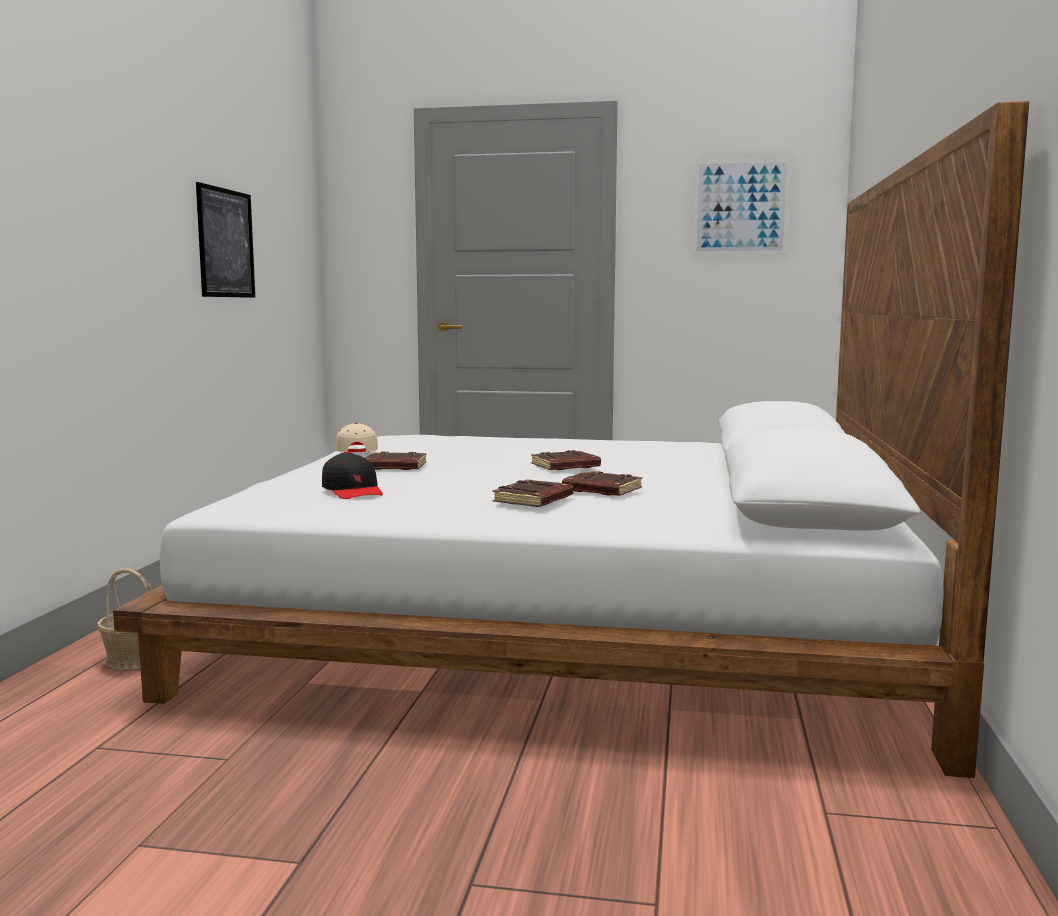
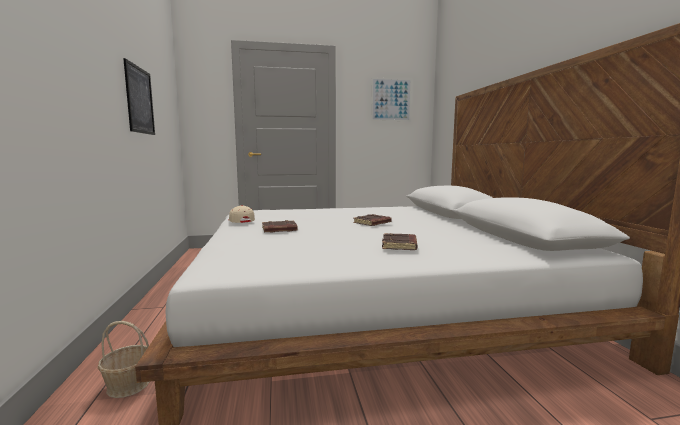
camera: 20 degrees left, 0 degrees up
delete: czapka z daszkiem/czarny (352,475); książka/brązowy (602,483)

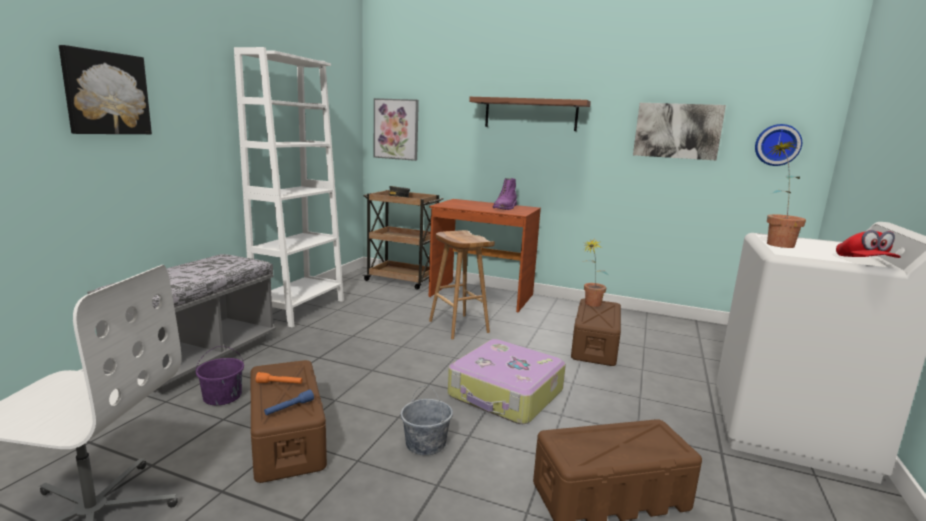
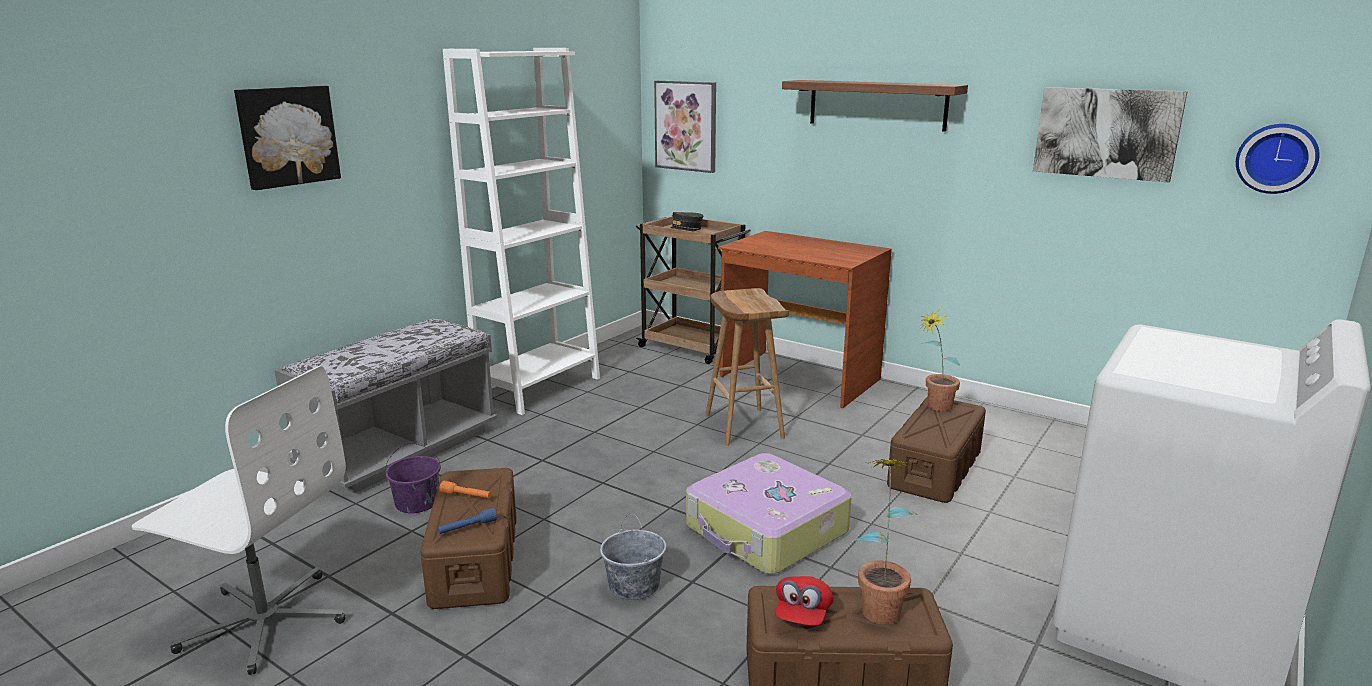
camera: 15 degrees right, 5 degrees up
delete: but z cholewką/fioletowy (505,194)
move: roślina doniczkowa (786,194) to (886,542); czapka z daszkiem/czerwony (868,244) to (804,601)

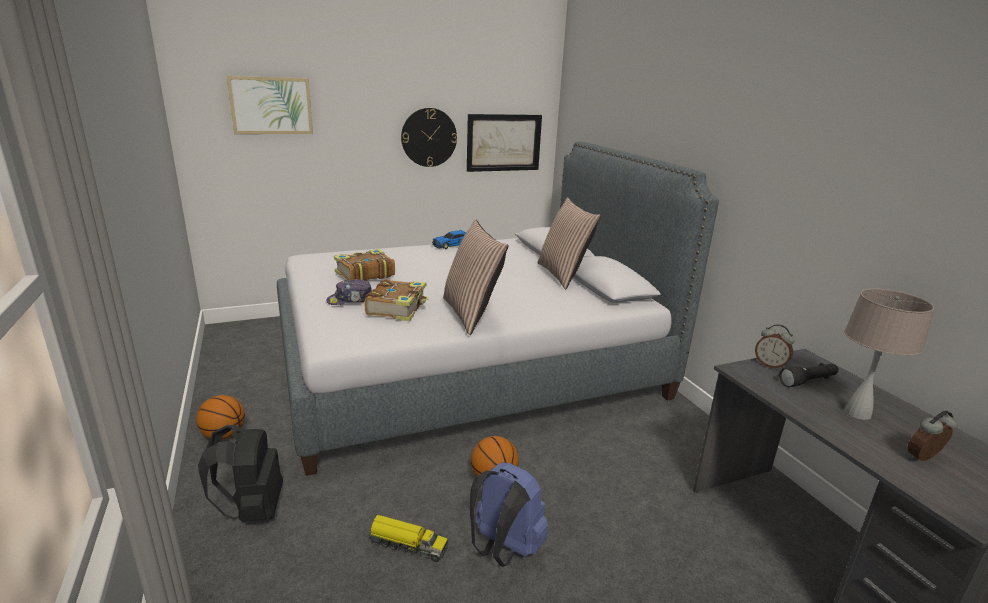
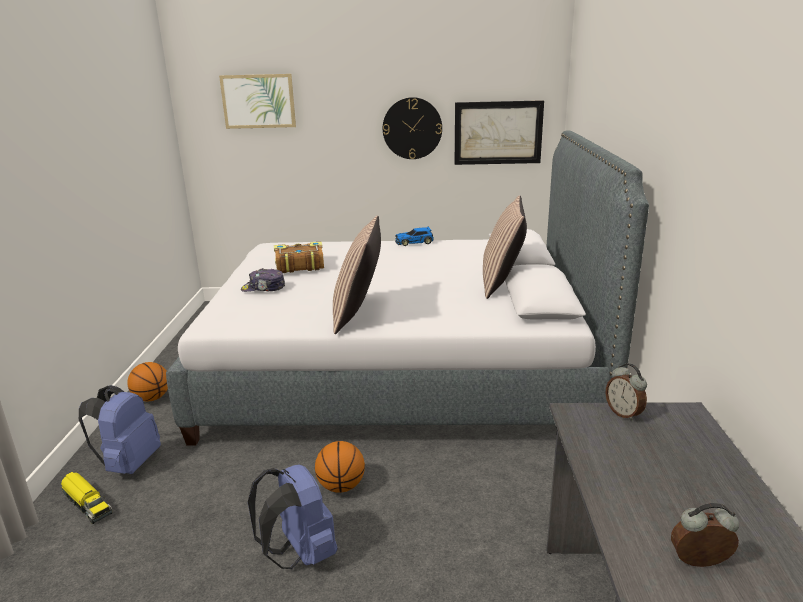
camera: 25 degrees right, 0 degrees up
delete: książka (396,300); lampa stołowa/beżowy (889,354); latarka/czarny (809,375)
move: ciężarówka zabawkowa (408,538) to (87,498)
recolor: plecak/czarny (240,473) to plecak/niebieski (120,429)

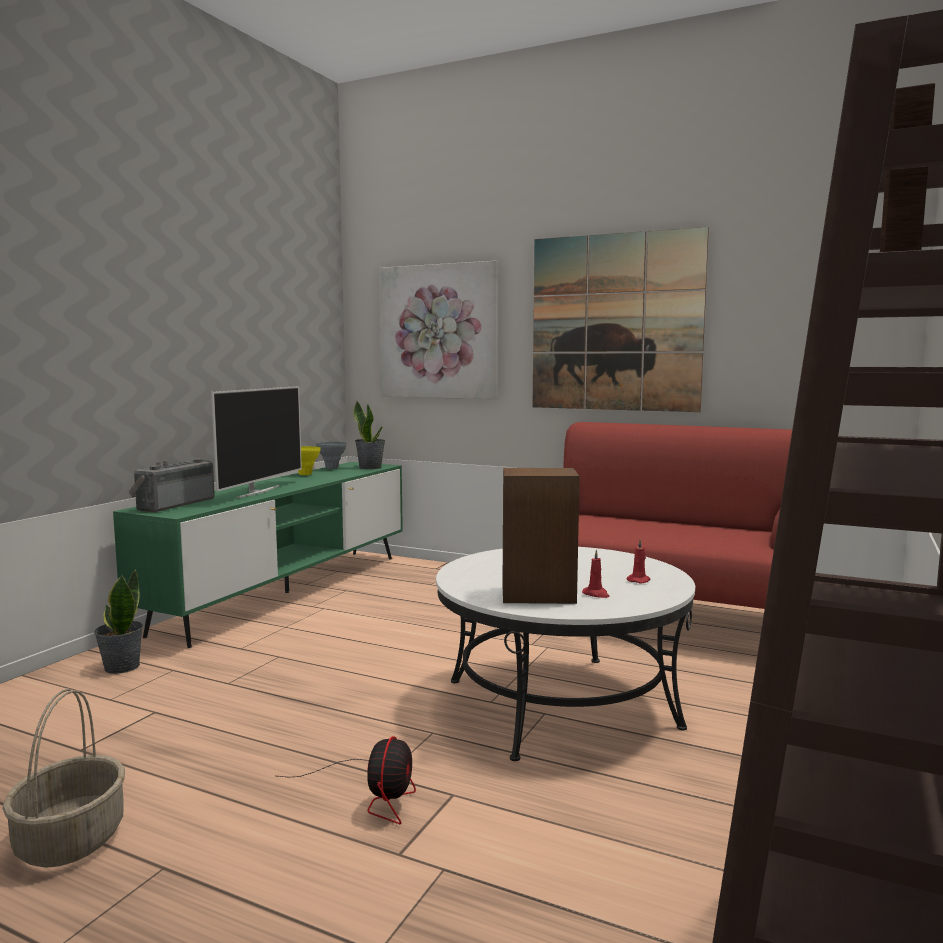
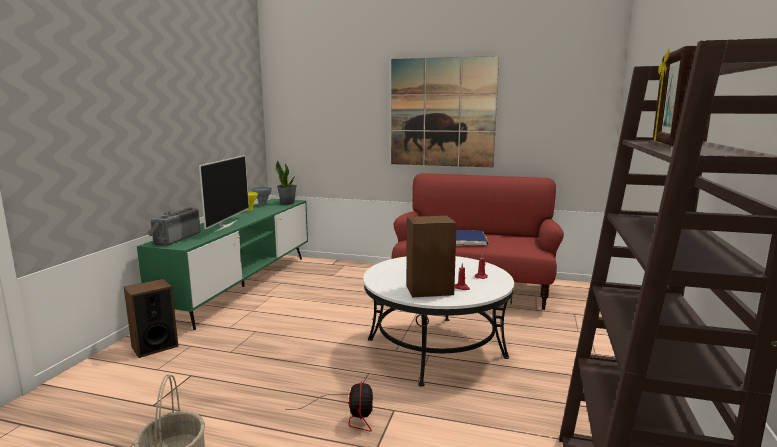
camera: 10 degrees left, 5 degrees up
delete: obraz (439,330)
insert: książka/niebieski (472,238)
replace: roślina doniczkowa (119,621) to głośnik (151,318)

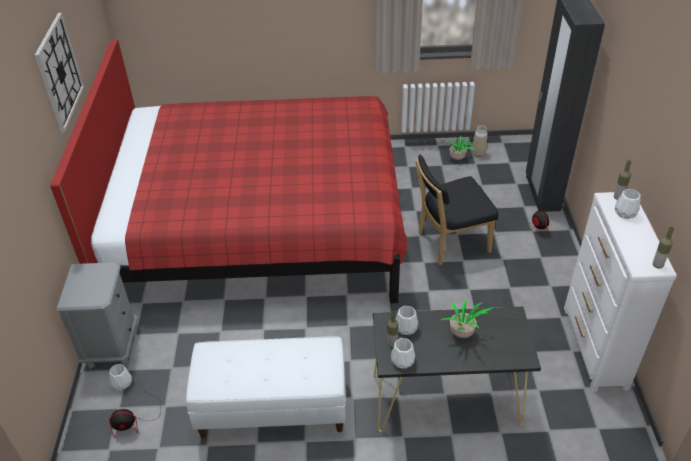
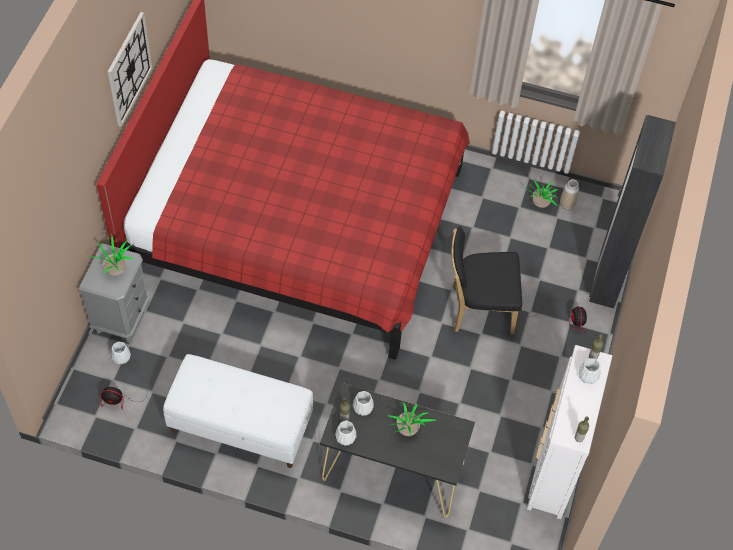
camera: 15 degrees right, 15 degrees up
insert: roślina doniczkowa (110,255)

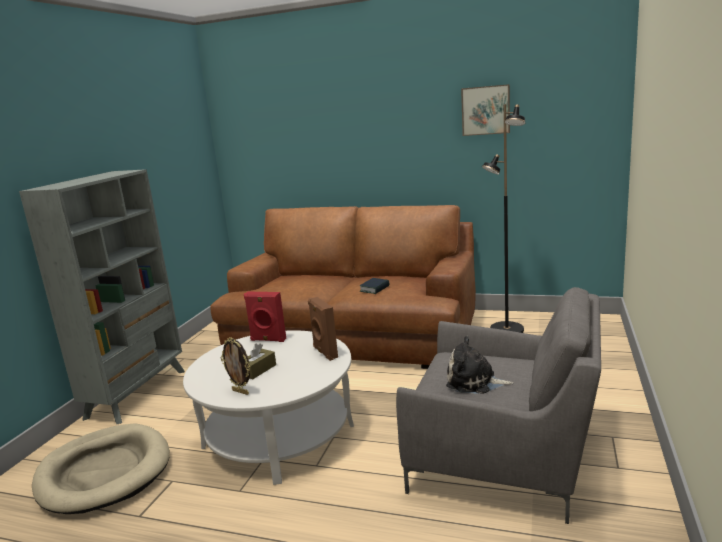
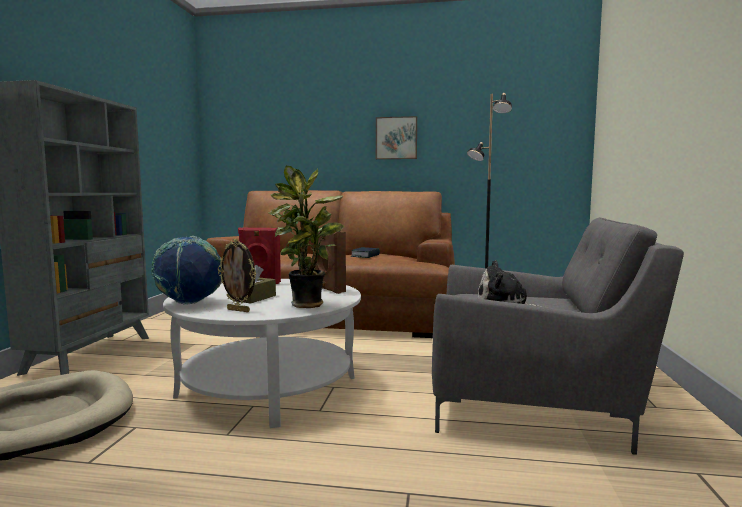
camera: 10 degrees left, 10 degrees down
insert: roślina doniczkowa (305,237); globus (186,270)
move: obraz (485,110) to (396,137)

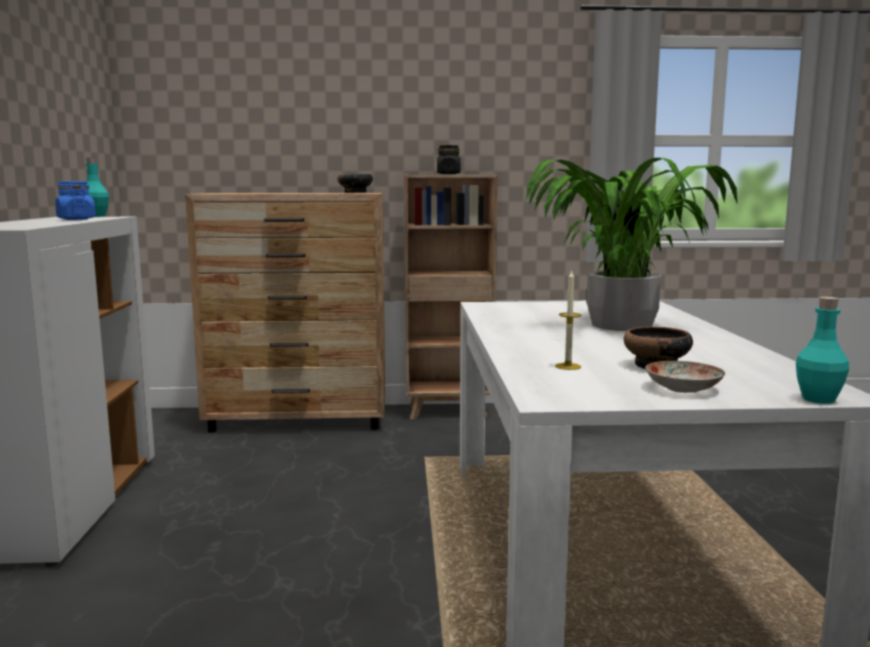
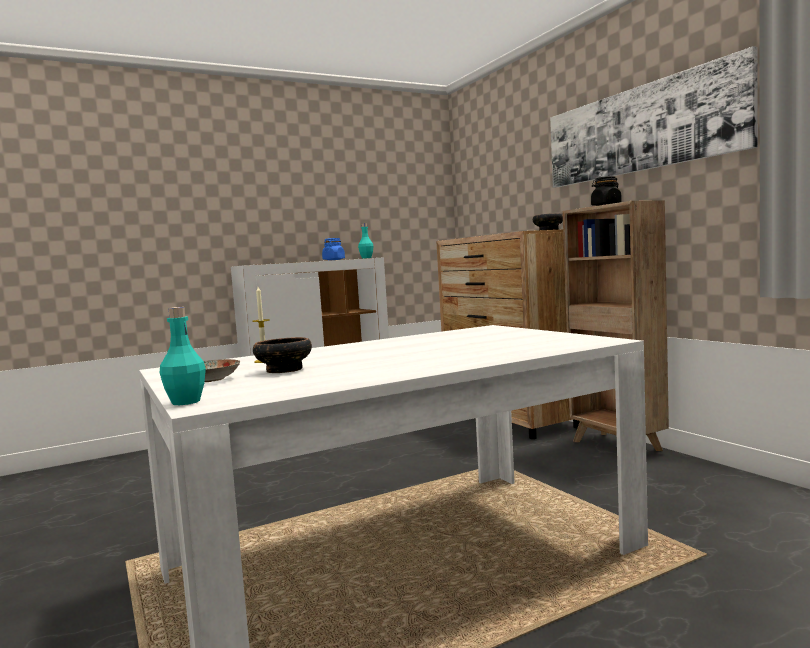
camera: 65 degrees right, 5 degrees down
delete: roślina doniczkowa (631,244)
insert: obraz (654,117)

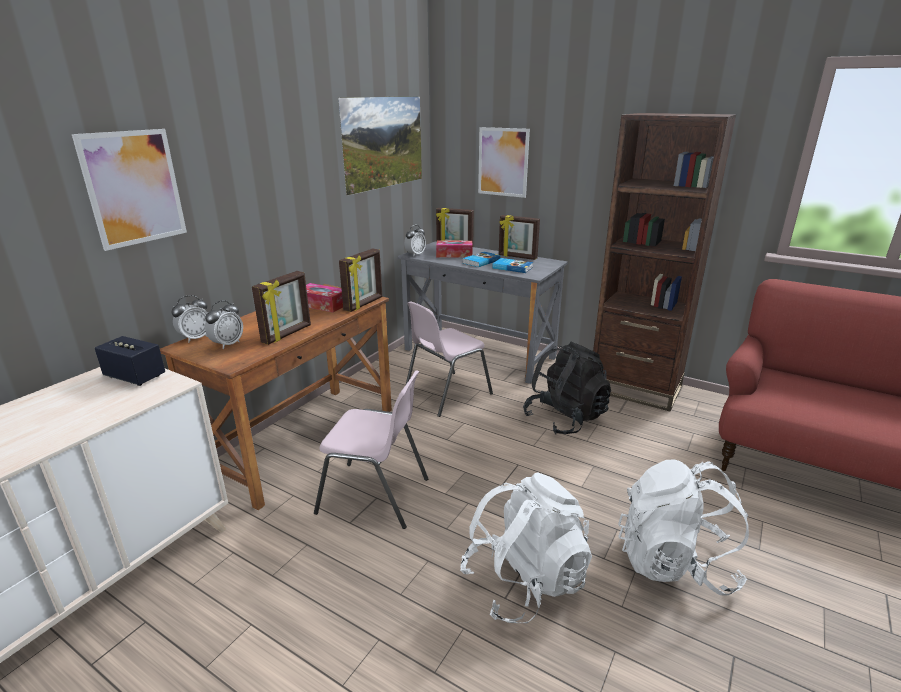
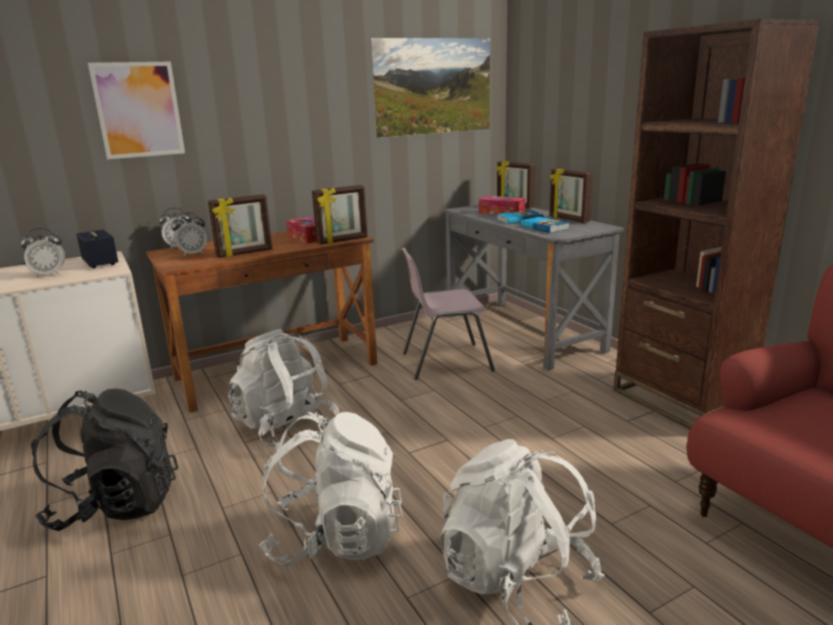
camera: 30 degrees right, 5 degrees down
delete: obraz (504,162)
move: budzik (415,240) to (43,252); plecak/czarny (567,388) to (105,459)
replace: krzesło/różowy (371,449) to plecak/biały (283,388)

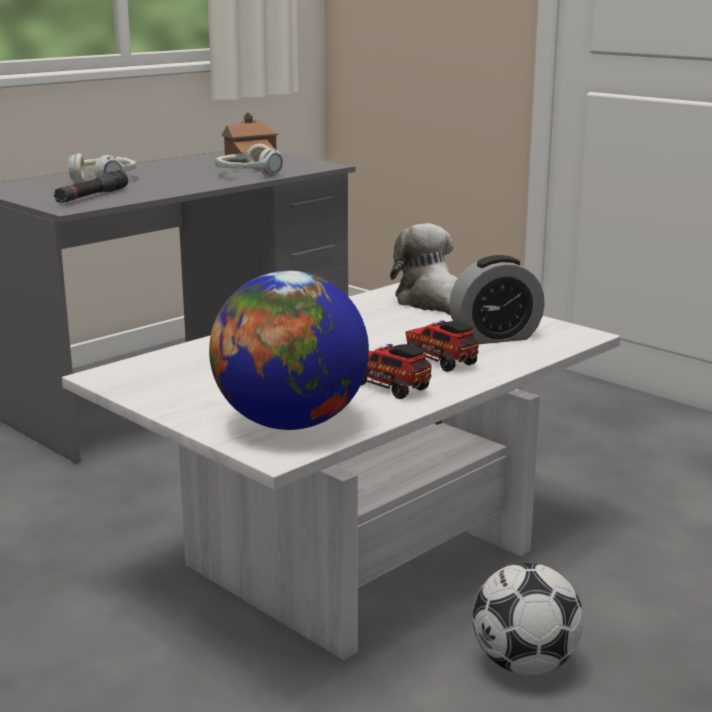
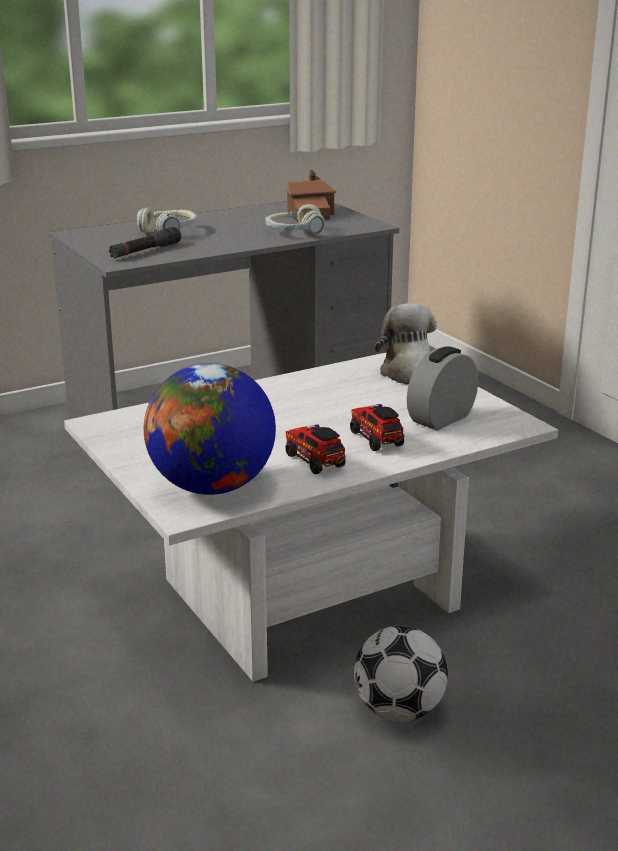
camera: 15 degrees right, 5 degrees up
rotate: budzik (497,299) = (442,388) 135 degrees clockwise

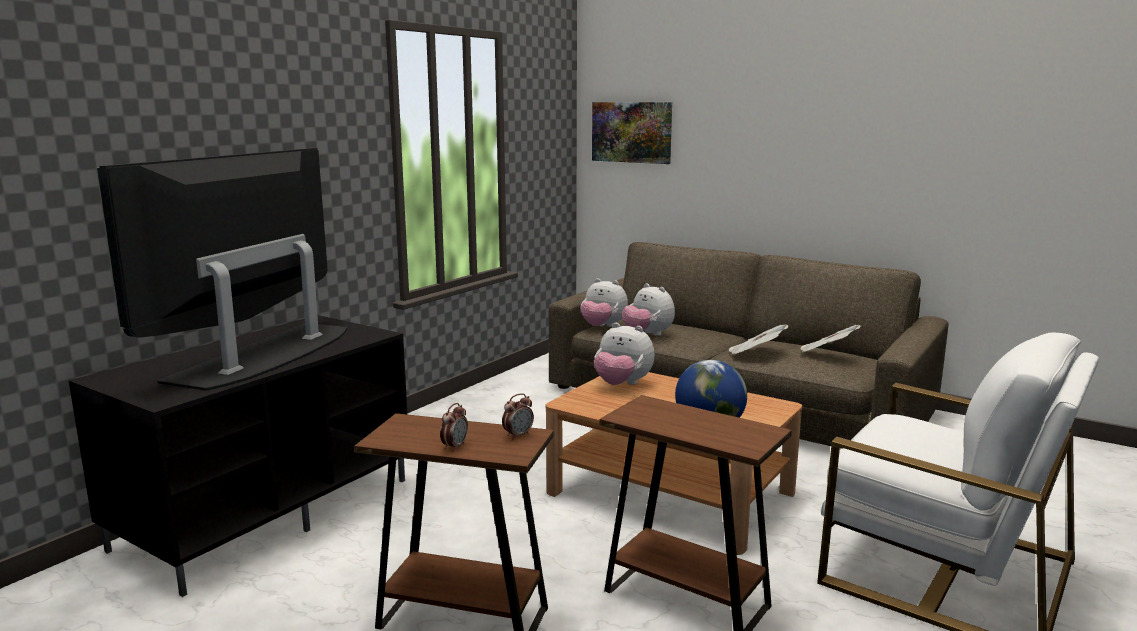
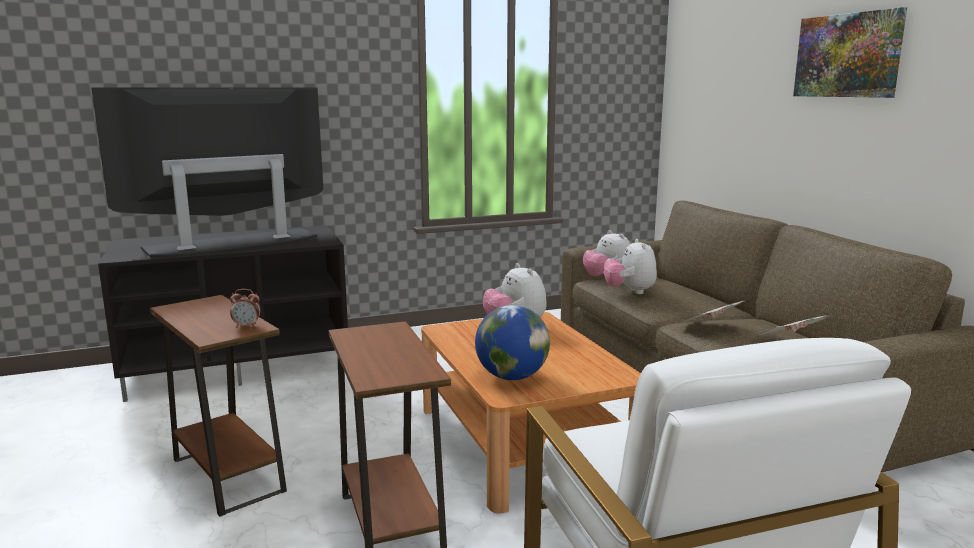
camera: 35 degrees right, 0 degrees up
delete: budzik (454,427)
move: obraz (632,133) to (850,52)

